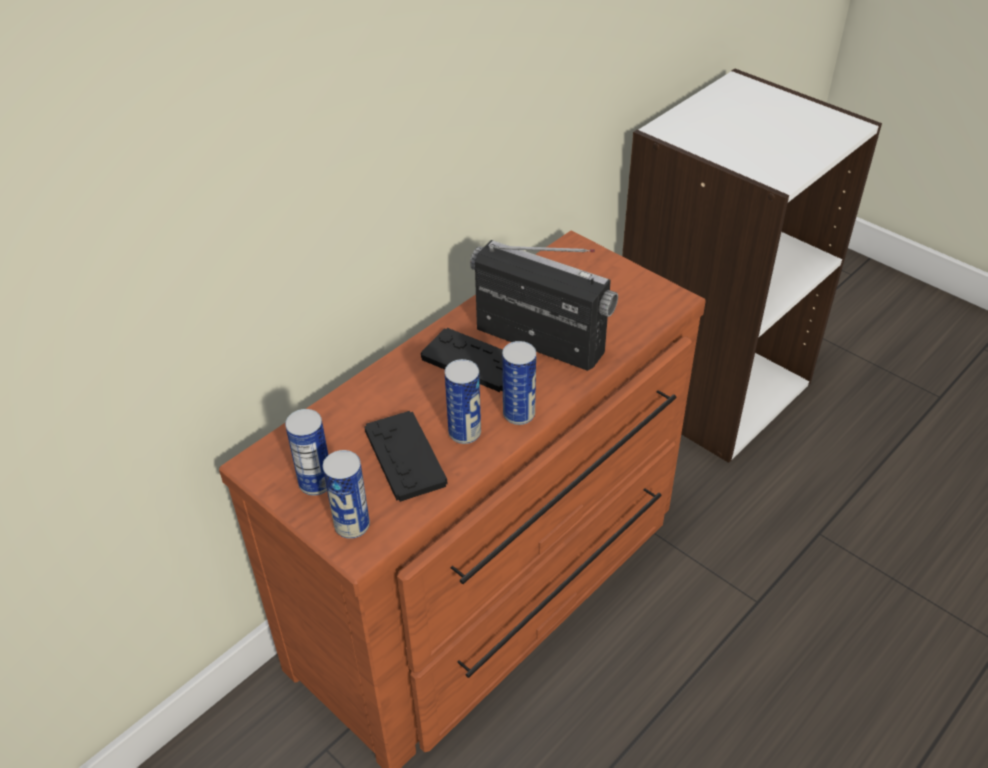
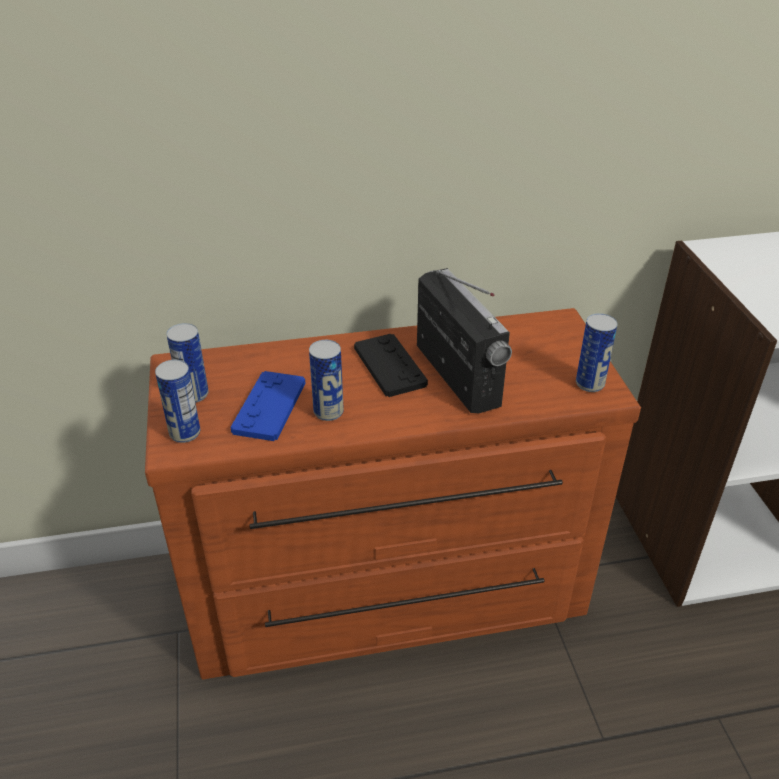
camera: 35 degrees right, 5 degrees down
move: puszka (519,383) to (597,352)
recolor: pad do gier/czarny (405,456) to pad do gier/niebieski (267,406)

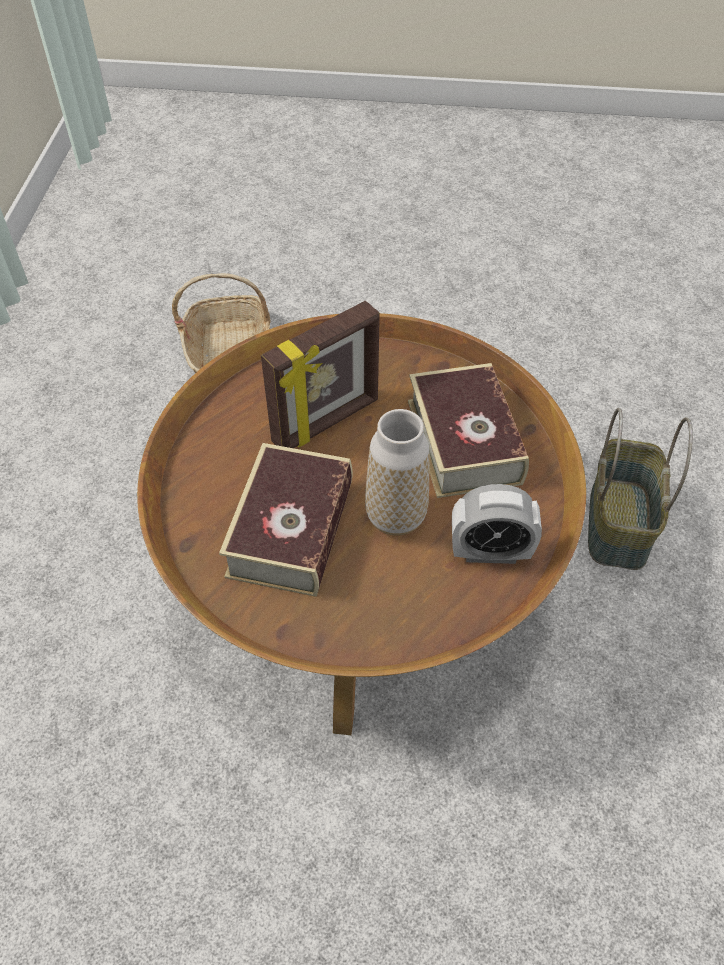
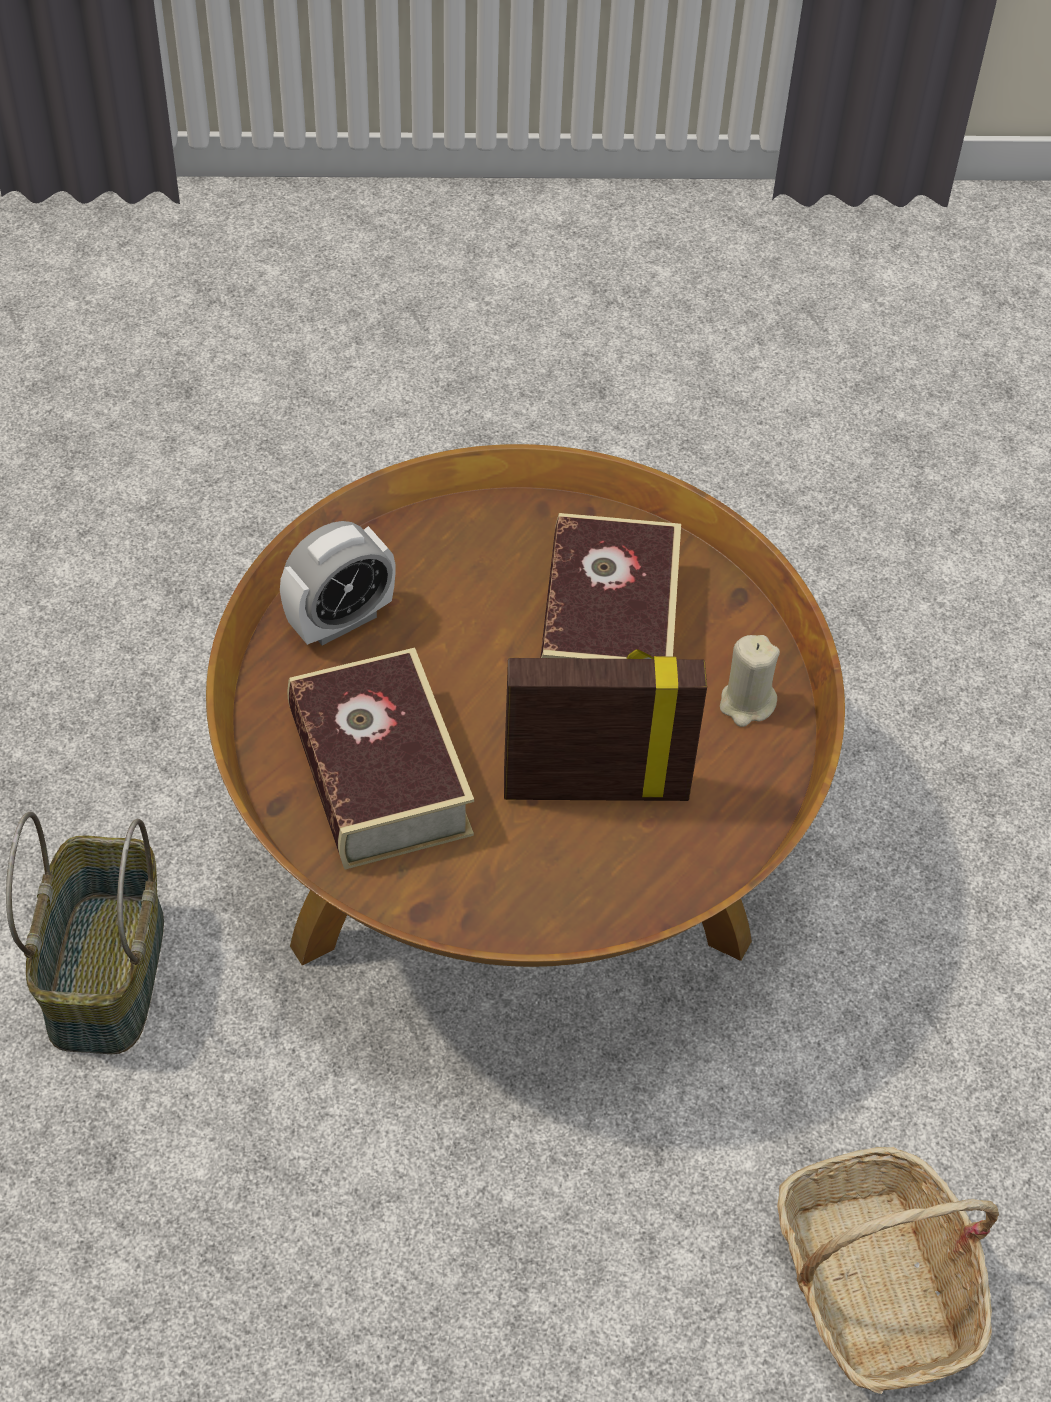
camera: 170 degrees right, 0 degrees up
delete: wazon (397,472)
insert: świeca/beżowy (750,681)
rotate: ramka na zdjęcie (320,374) = (605,725) 45 degrees clockwise; budzik (497,524) = (337,583) 150 degrees clockwise

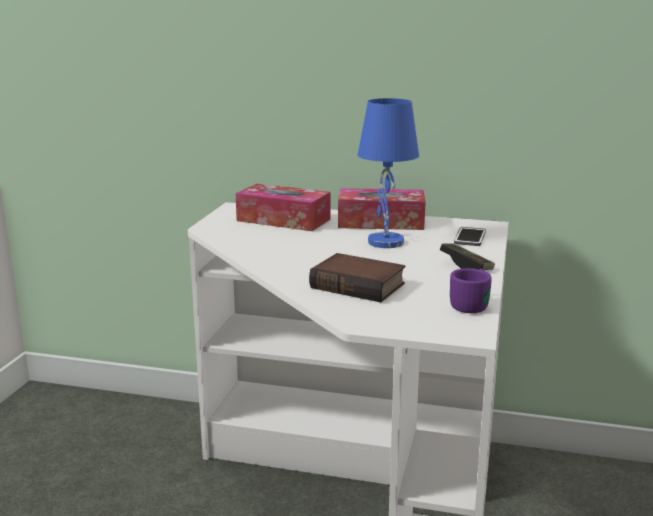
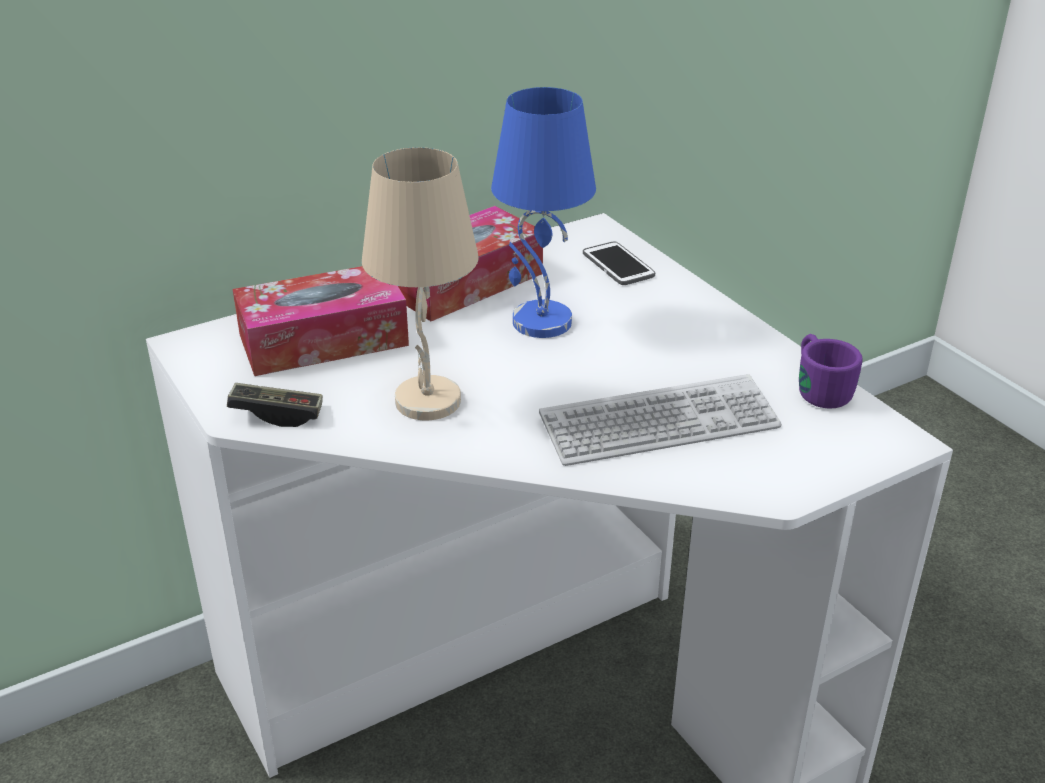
camera: 45 degrees left, 15 degrees up
insert: lampa stołowa/beżowy (420,283)
move: pad do gier (467,256) to (275,405)
replace: książka (357,278) to klawiatura (660,420)

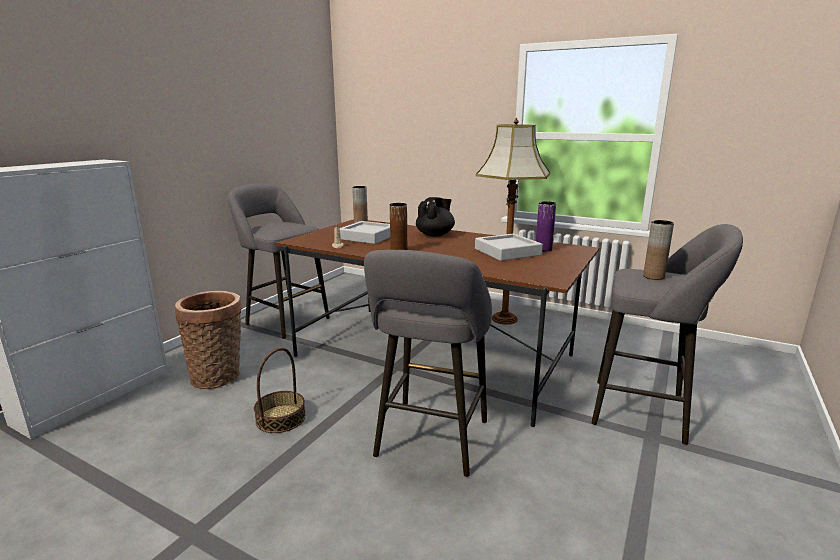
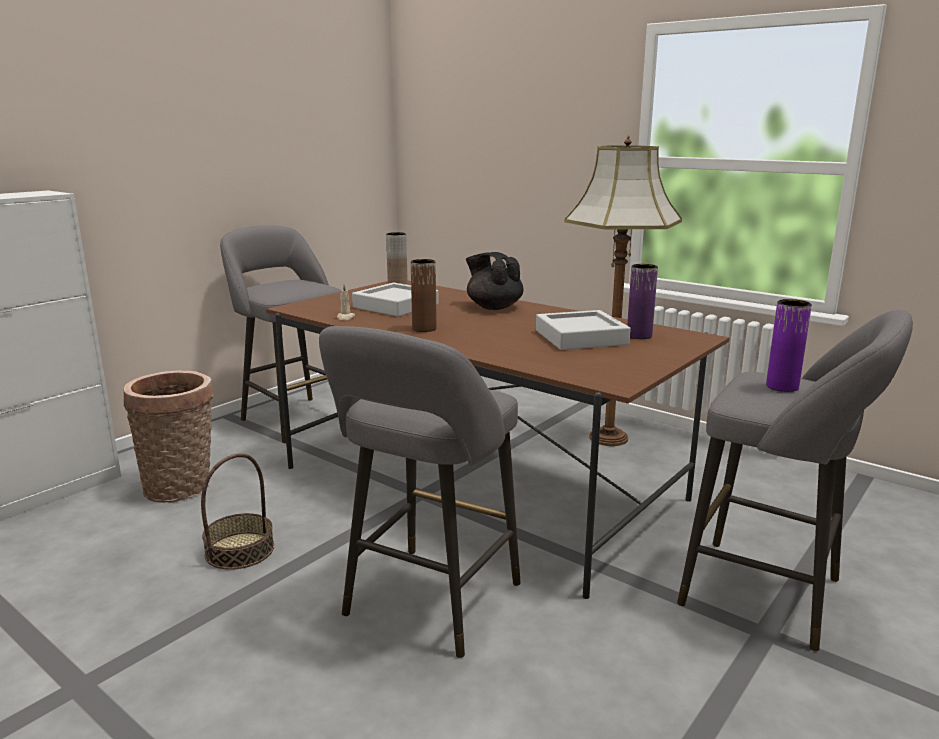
camera: 10 degrees right, 0 degrees up
recolor: wazon/brązowy (658,250) to wazon/fioletowy (789,345)
rotate: imbryk/czarny (435,217) = (495,281) 90 degrees counterclockwise

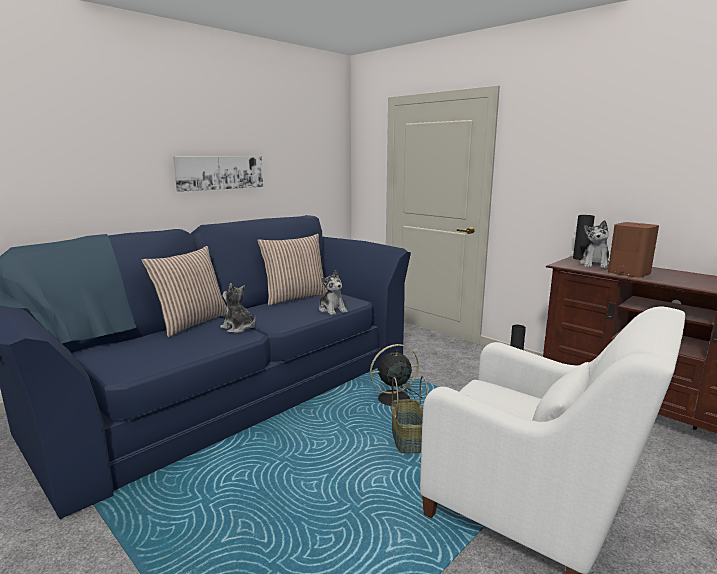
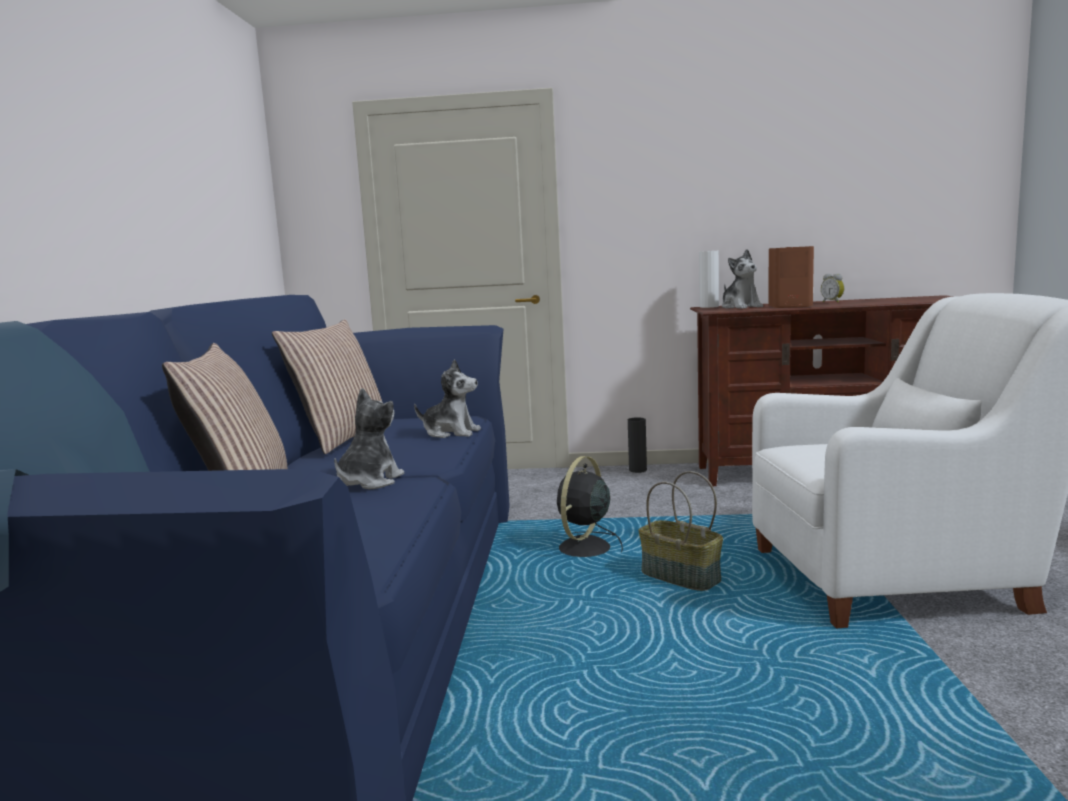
camera: 40 degrees left, 5 degrees down
delete: obraz (218,174)
insert: budzik (833,288)
recolor: wazon/czarny (584,237) to wazon/biały (709,279)
rotate: pluszak (238,308) = (369,439) 120 degrees clockwise

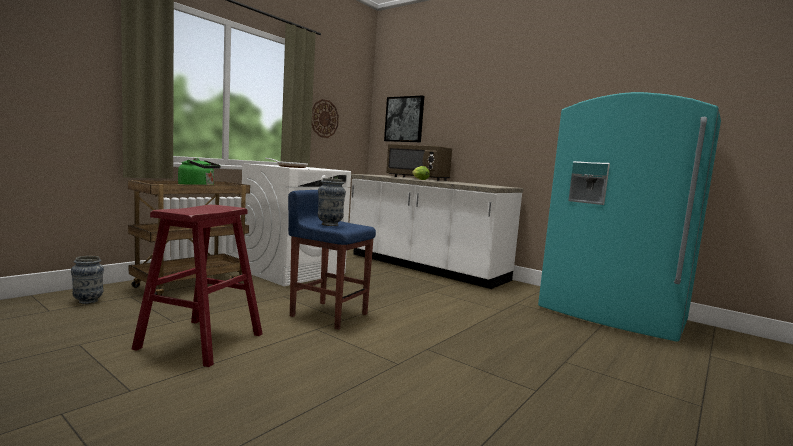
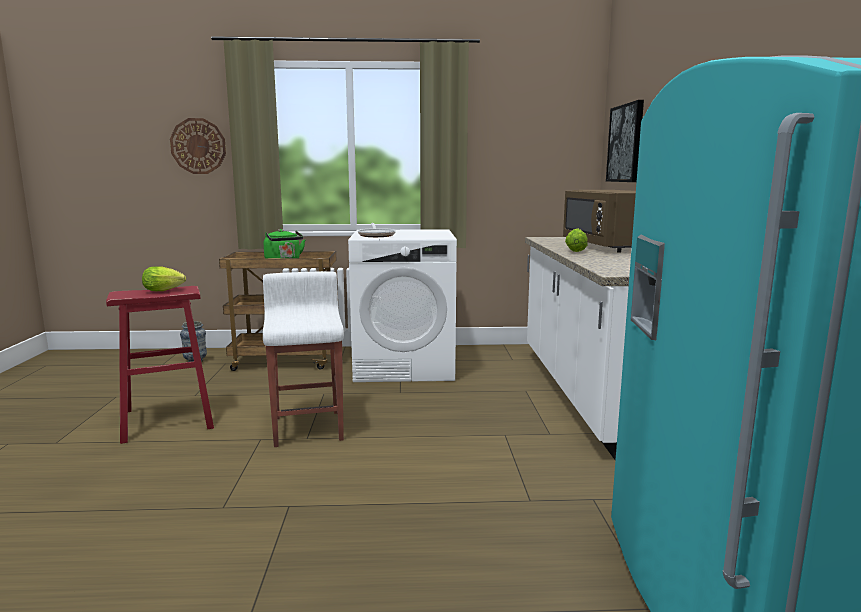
camera: 50 degrees right, 5 degrees up
delete: wazon (332,202)
insert: sałata (164,278)
move: zegar ścienny (325,118) to (198,146)
recolor: stołek/niebieski (332,260) to stołek/biały (303,359)

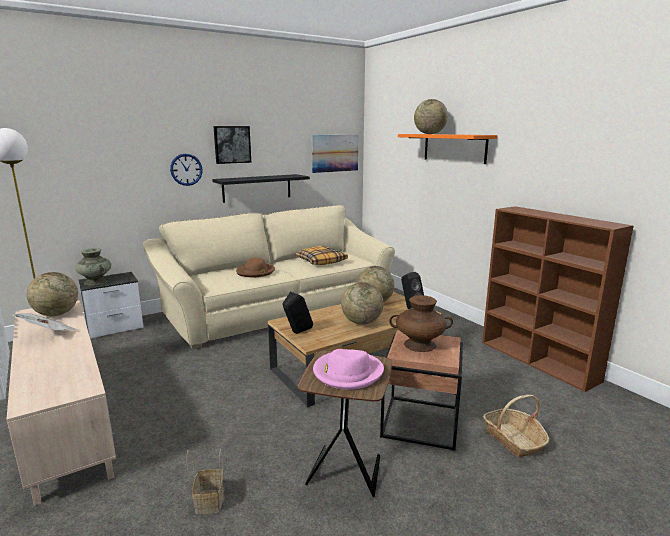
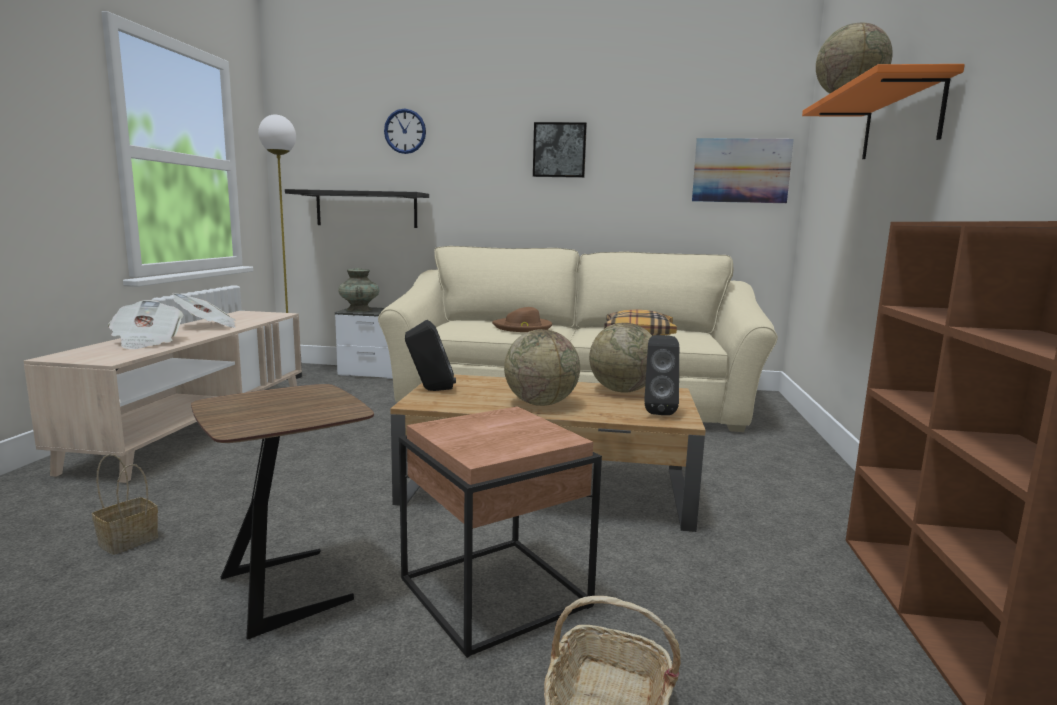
camera: 40 degrees right, 5 degrees down
delete: globus (52,294); wazon/brązowy (421,323); kapelusz/różowy (348,369)
insert: gazeta (146,324)
move: zegar ścienny (186,170) to (405,131); półka/czarny (261,188) to (357,208)

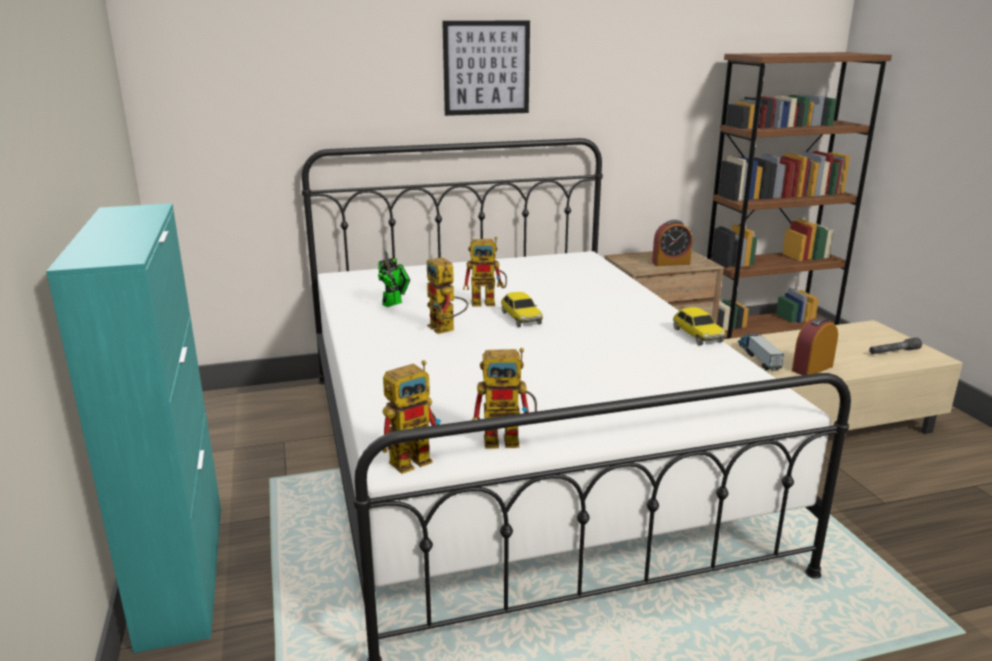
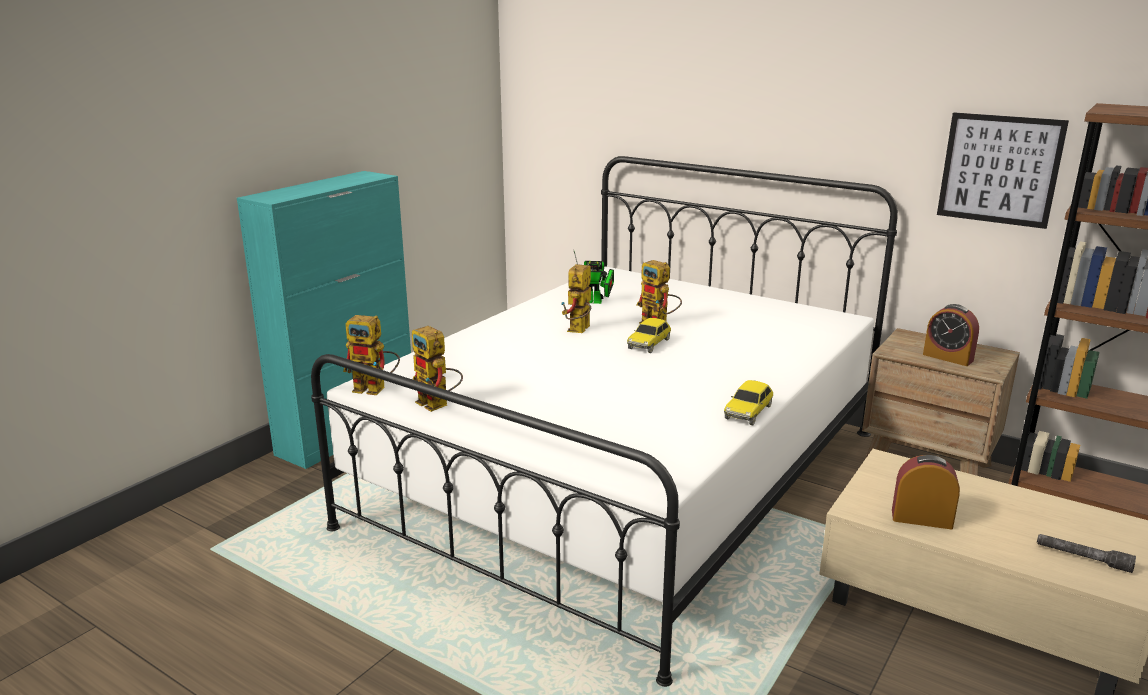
camera: 50 degrees right, 0 degrees up
delete: ciężarówka zabawkowa (761,352)
move: obraz (486,68) to (1003,170)

